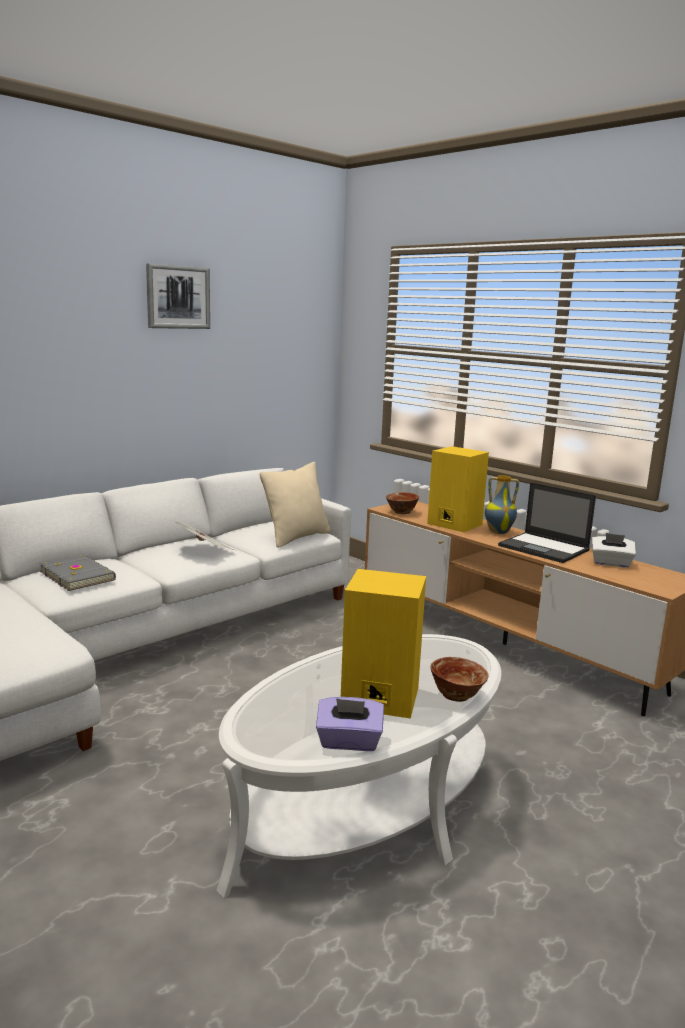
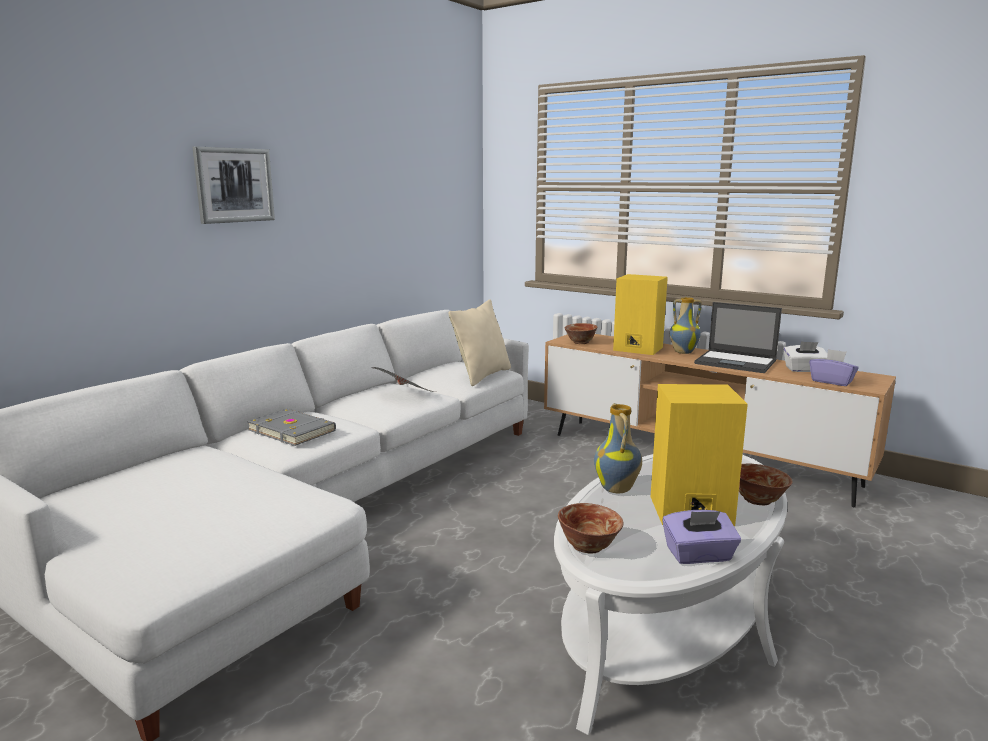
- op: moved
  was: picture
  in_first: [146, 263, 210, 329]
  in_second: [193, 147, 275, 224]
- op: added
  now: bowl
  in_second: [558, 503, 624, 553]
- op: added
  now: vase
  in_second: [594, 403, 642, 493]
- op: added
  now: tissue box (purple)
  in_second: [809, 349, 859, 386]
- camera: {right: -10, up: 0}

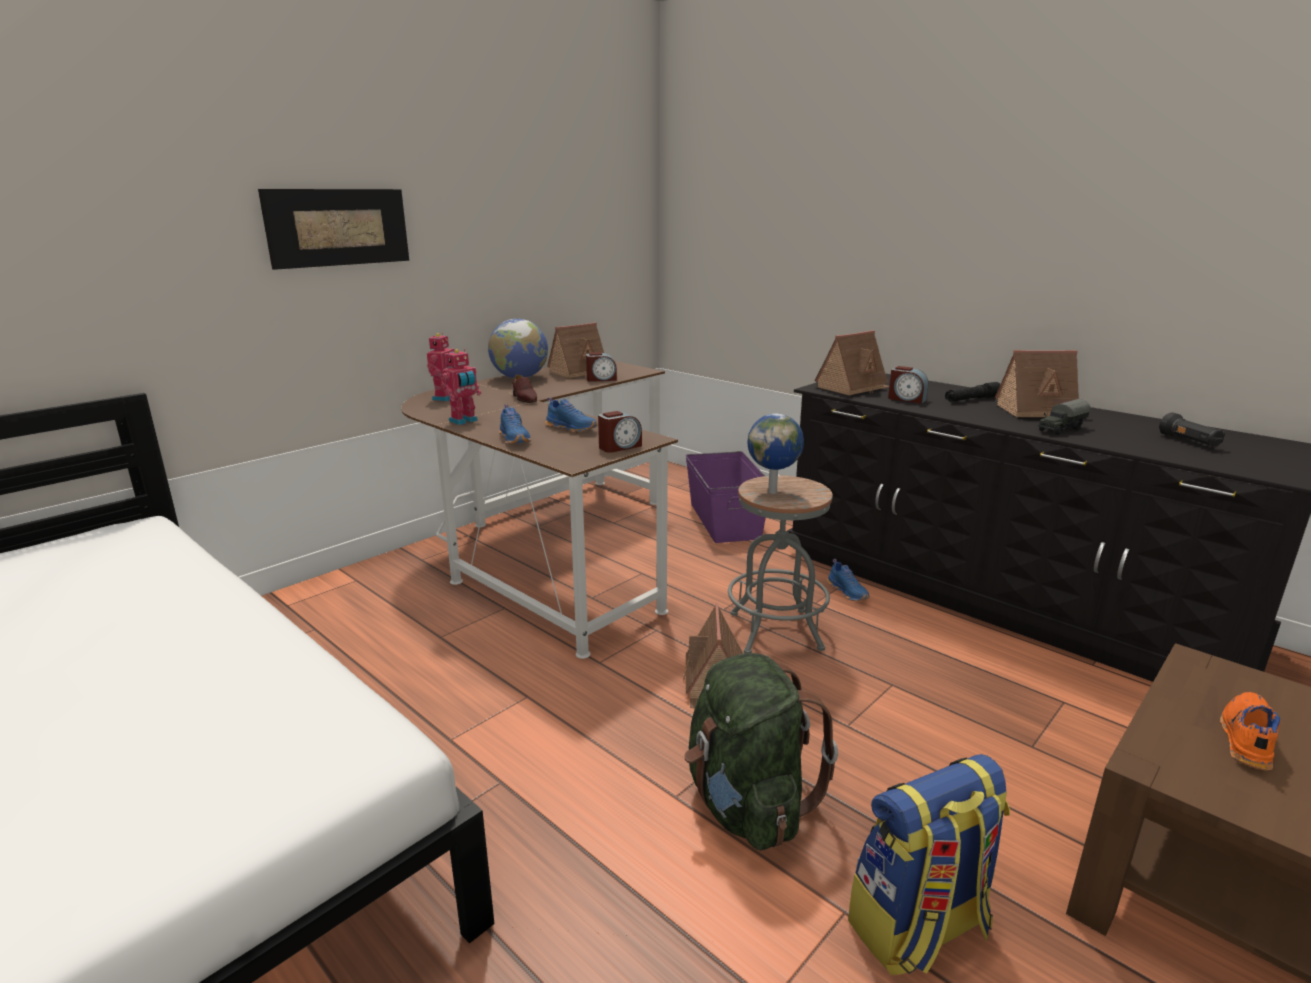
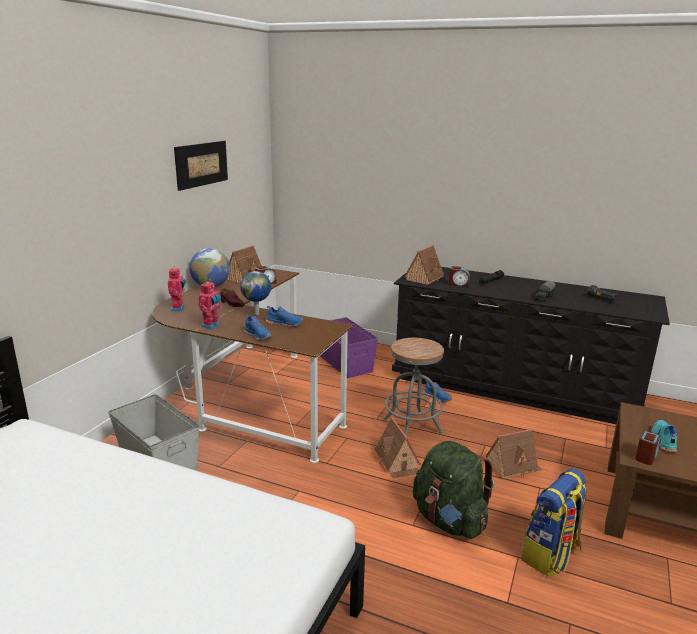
- op: moved
  was: picture
  in_first: [258, 189, 409, 270]
  in_second: [174, 141, 228, 191]
- op: moved
  was: alarm clock
  in_first: [598, 411, 642, 453]
  in_second: [635, 431, 661, 465]
- op: moved
  was: globe
  in_first: [748, 413, 804, 494]
  in_second: [240, 271, 271, 315]
- op: moved
  was: toy house
  in_first: [995, 350, 1087, 418]
  in_second: [485, 429, 542, 478]
- op: recoloured
  was: shoe (orange)
  now: shoe (turquoise)
  in_first: [1220, 692, 1280, 771]
  in_second: [651, 420, 677, 452]
- op: added
  now: storage box (grey)
  in_second: [108, 394, 199, 470]
- camera: {right: -20, up: 0}

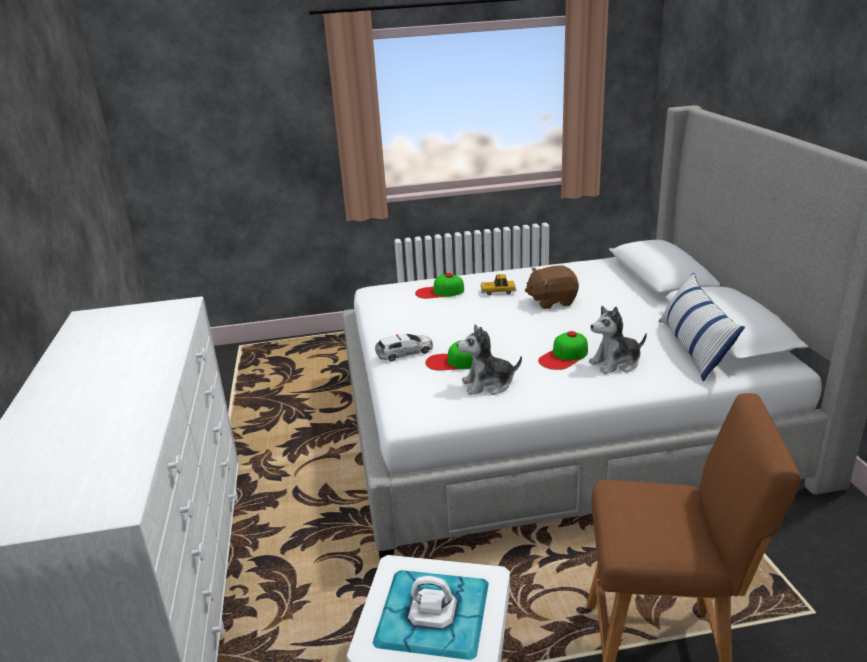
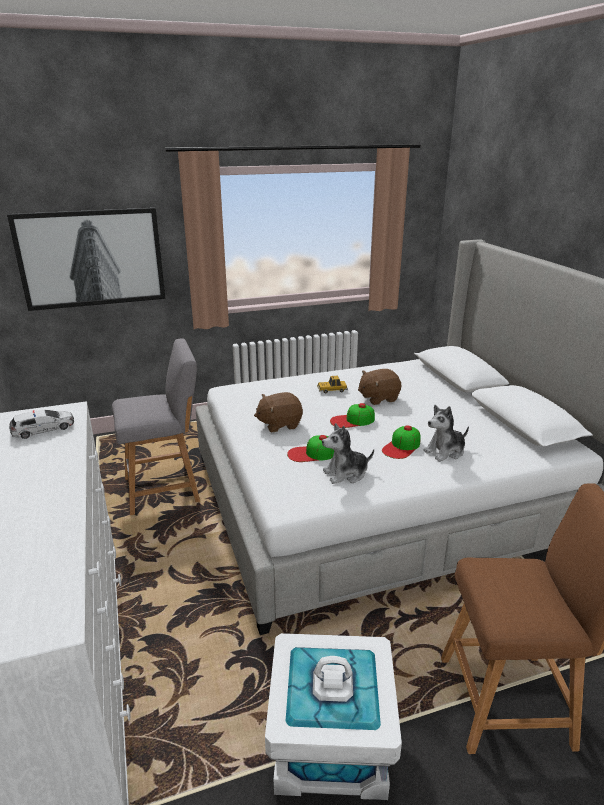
- op: moved
  was: toy car
  in_first: [375, 334, 433, 362]
  in_second: [9, 410, 74, 439]
- op: moved
  was: cap
  in_first: [415, 273, 464, 299]
  in_second: [330, 403, 375, 428]
- op: removed
  was: pillow
  in_first: [659, 273, 745, 381]
- op: added
  now: picture
  in_second: [7, 208, 166, 311]
- op: added
  now: stool (grey)
  in_second: [112, 338, 200, 515]
- op: added
  now: plush toy (brown)
  in_second: [254, 392, 303, 432]
- camera: {right: -10, up: 0}

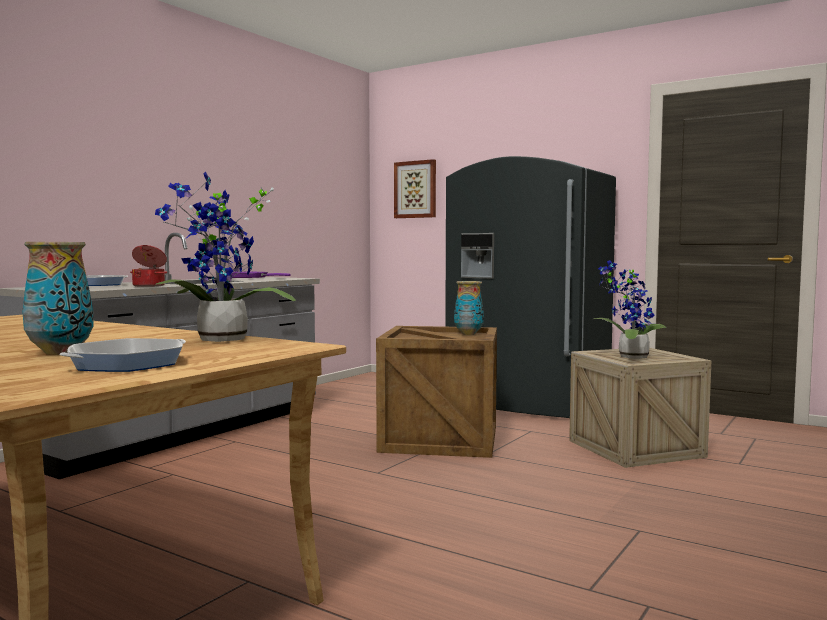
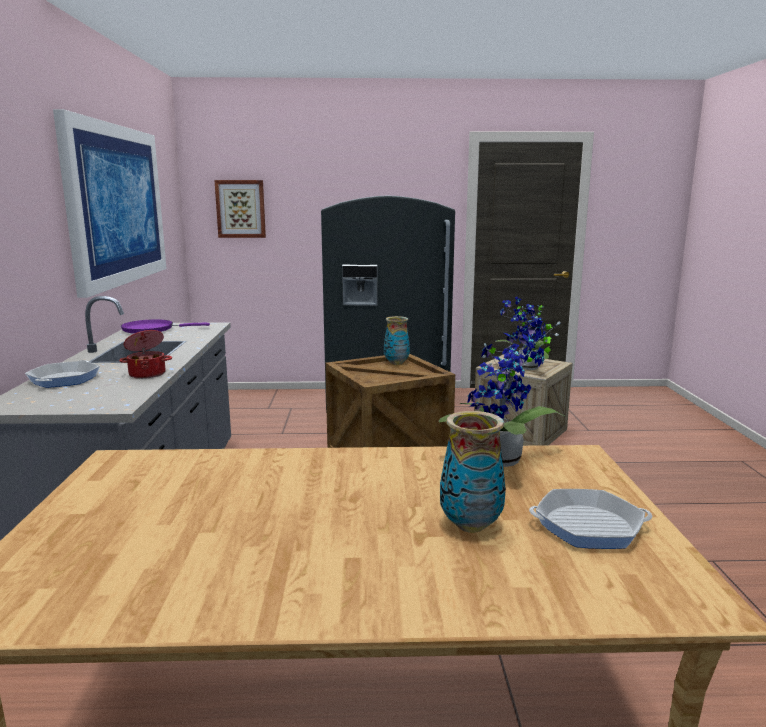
- op: turned
  was: frying pan
  in_first: [59, 338, 186, 372]
  in_second: [529, 489, 652, 549]
  clockwise: 90
- op: added
  now: picture
  in_second: [53, 109, 167, 298]
- camera: {right: -35, up: 10}

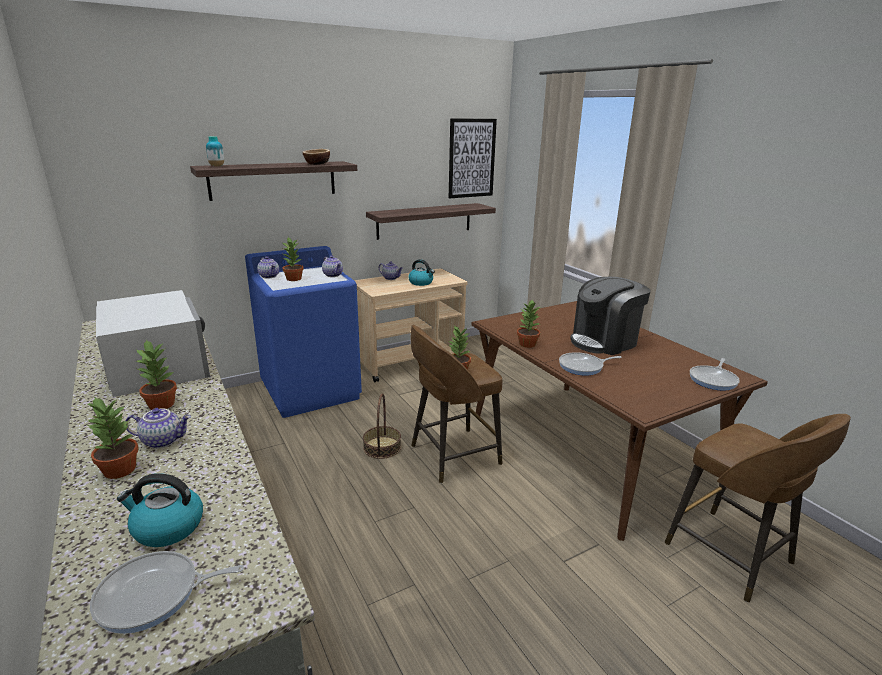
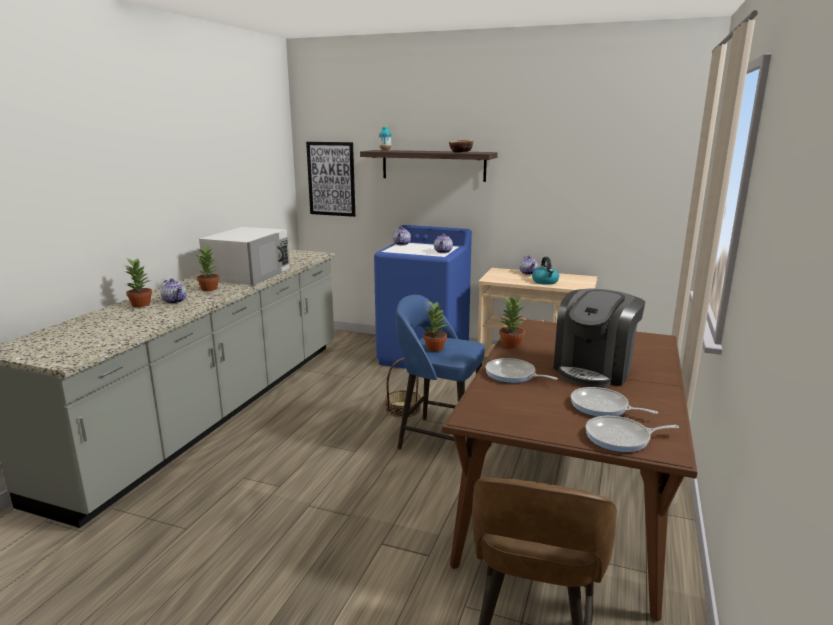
- op: moved
  was: frying pan
  in_first: [90, 551, 244, 634]
  in_second: [571, 387, 658, 417]
- op: removed
  was: kettle
  in_first: [117, 473, 203, 547]
- op: removed
  was: potted plant
  in_first: [282, 237, 304, 281]
- op: removed
  was: shelf
  in_first: [366, 203, 496, 240]
- op: recoloured
  was: stool (brown)
  now: stool (blue)
  in_first: [411, 325, 503, 483]
  in_second: [396, 295, 484, 450]
- op: moved
  was: picture
  in_first: [449, 118, 497, 198]
  in_second: [306, 142, 355, 217]
- op: turned
  was: coffee machine
  in_first: [570, 277, 651, 355]
  in_second: [553, 289, 645, 387]
  clockwise: -75
- camera: {right: 50, up: -5}

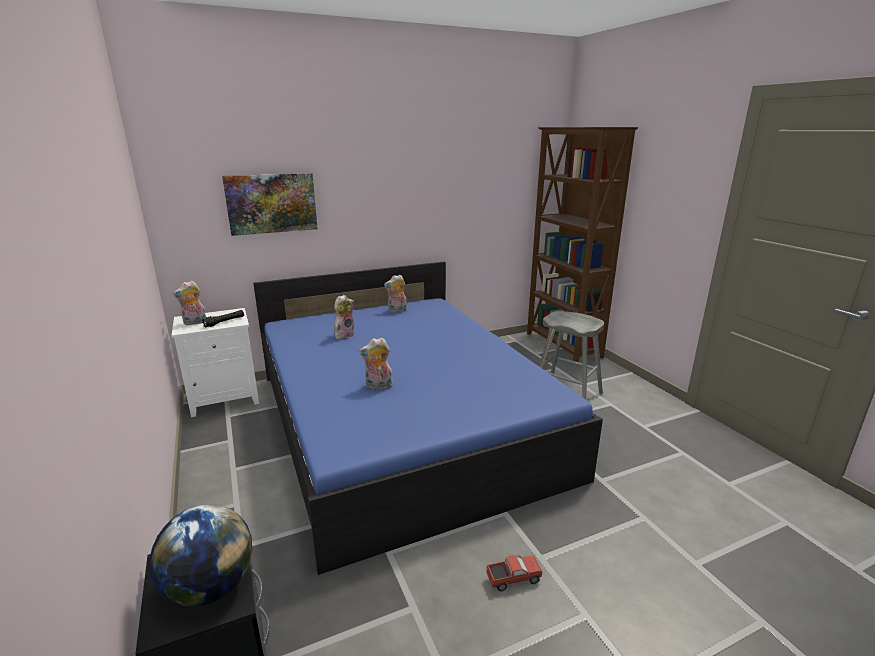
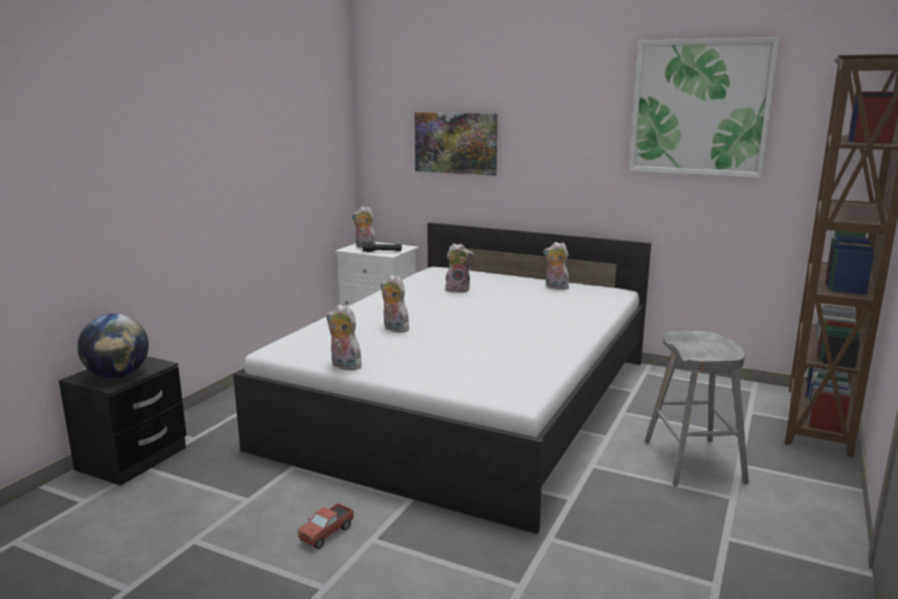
- op: recoloured
  was: bed (blue)
  now: bed (white)
  in_first: [253, 261, 603, 575]
  in_second: [233, 222, 651, 534]
- op: turned
  was: toy truck
  in_first: [486, 555, 542, 591]
  in_second: [298, 503, 354, 549]
  clockwise: 90
- op: added
  now: plush toy
  in_second: [326, 304, 362, 370]
- op: added
  now: picture
  in_second: [629, 37, 780, 178]
- camera: {right: 50, up: -5}

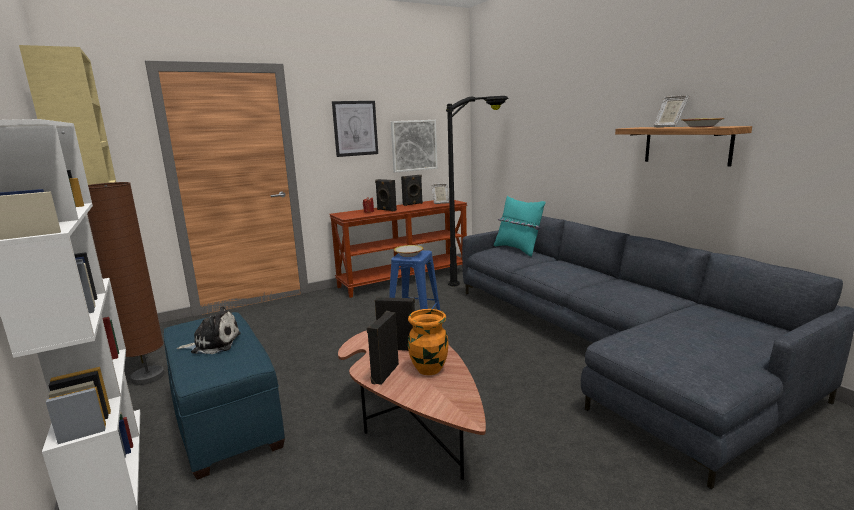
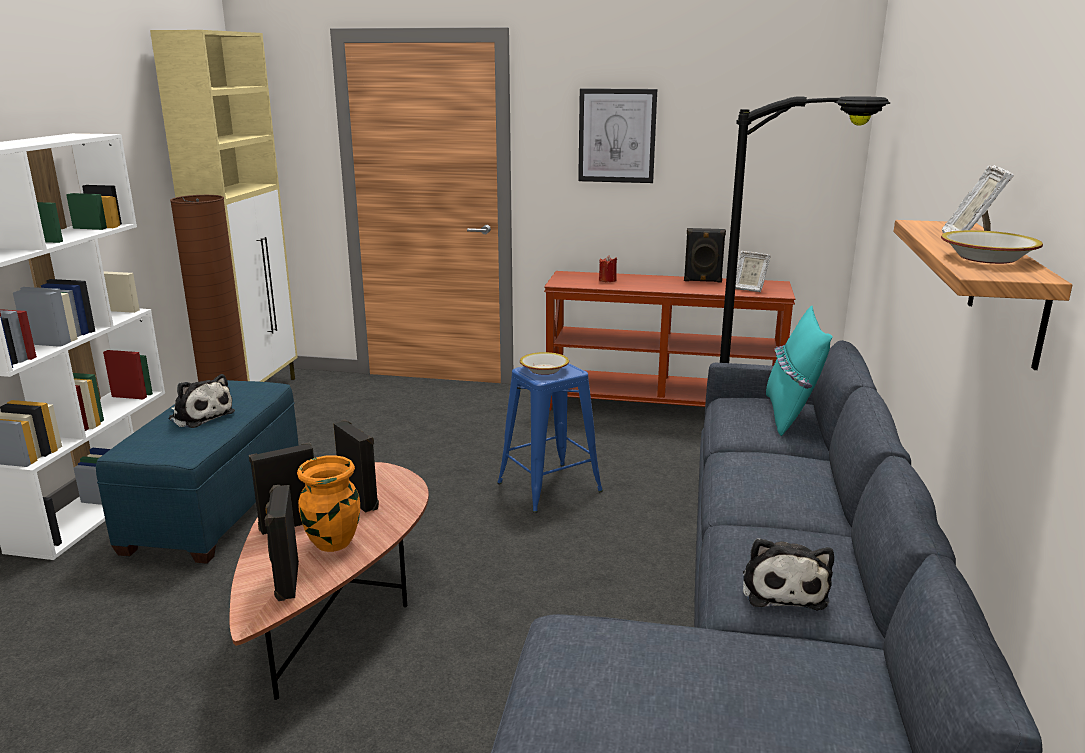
- op: moved
  was: speaker (black)
  in_first: [375, 179, 397, 211]
  in_second: [265, 485, 299, 601]
- op: removed
  was: picture
  in_first: [391, 120, 437, 173]
- op: added
  now: plush toy
  in_second: [743, 538, 834, 610]
- camera: {right: 40, up: 5}

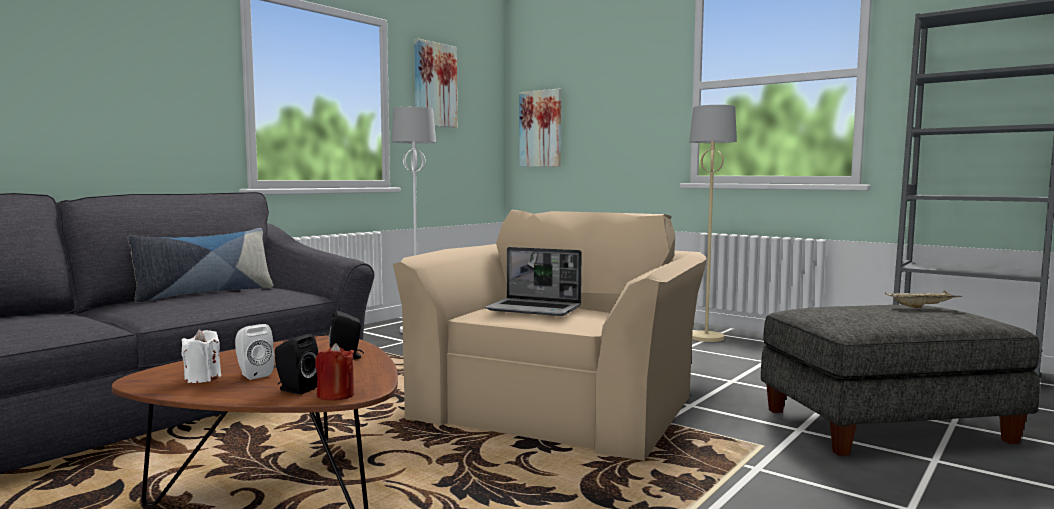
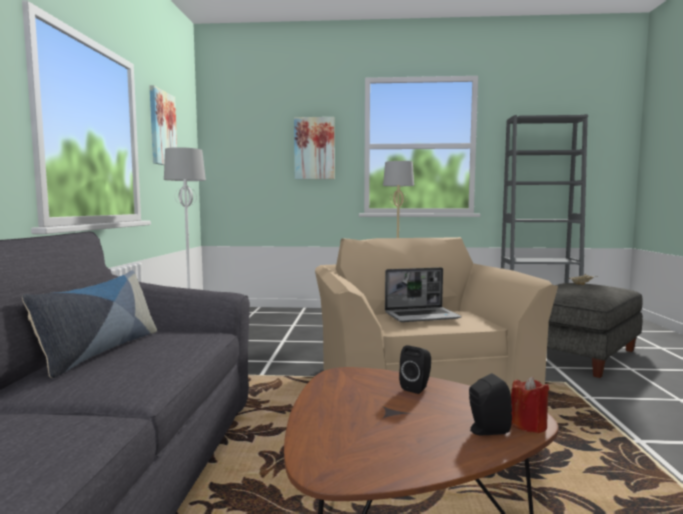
- op: removed
  was: candle (white)
  in_first: [181, 330, 221, 383]
- op: removed
  was: speaker (white)
  in_first: [235, 324, 274, 380]
- op: moved
  was: picture
  in_first: [519, 88, 561, 167]
  in_second: [294, 117, 334, 179]
- camera: {right: -35, up: 0}

